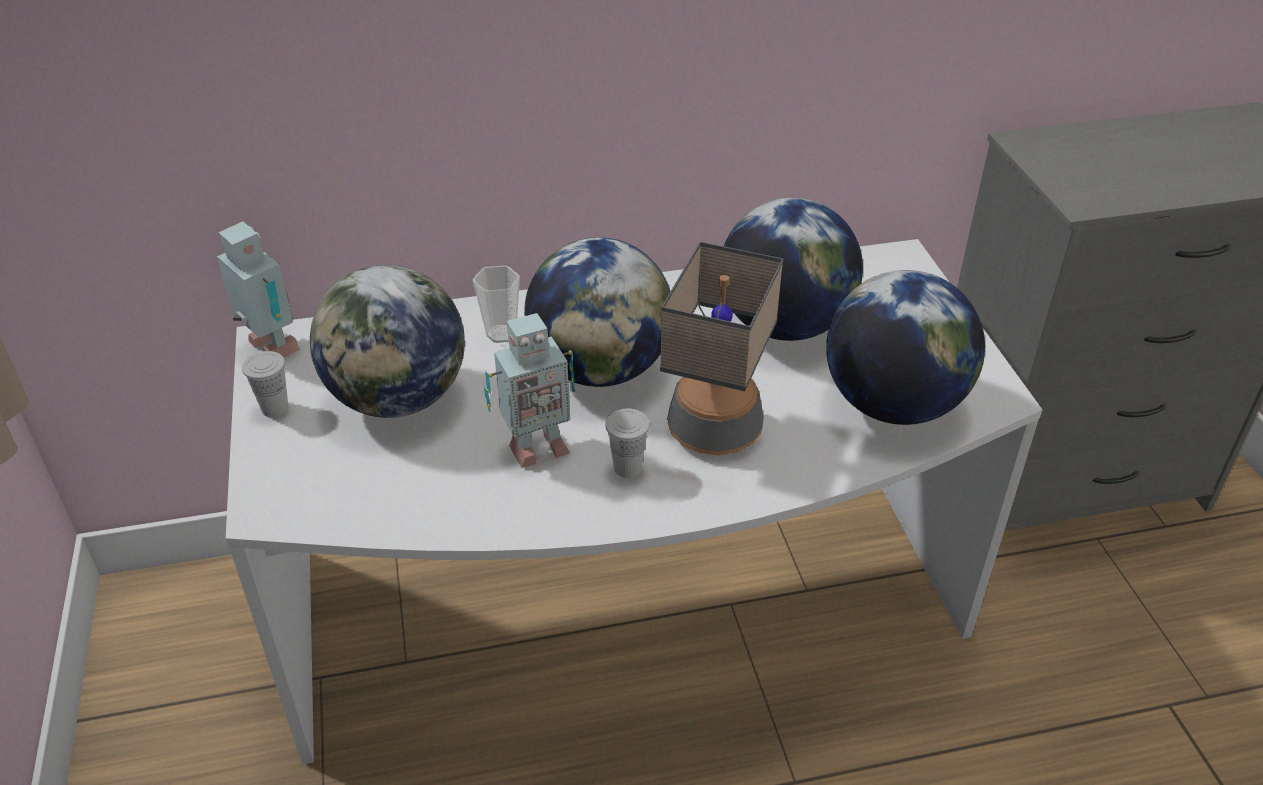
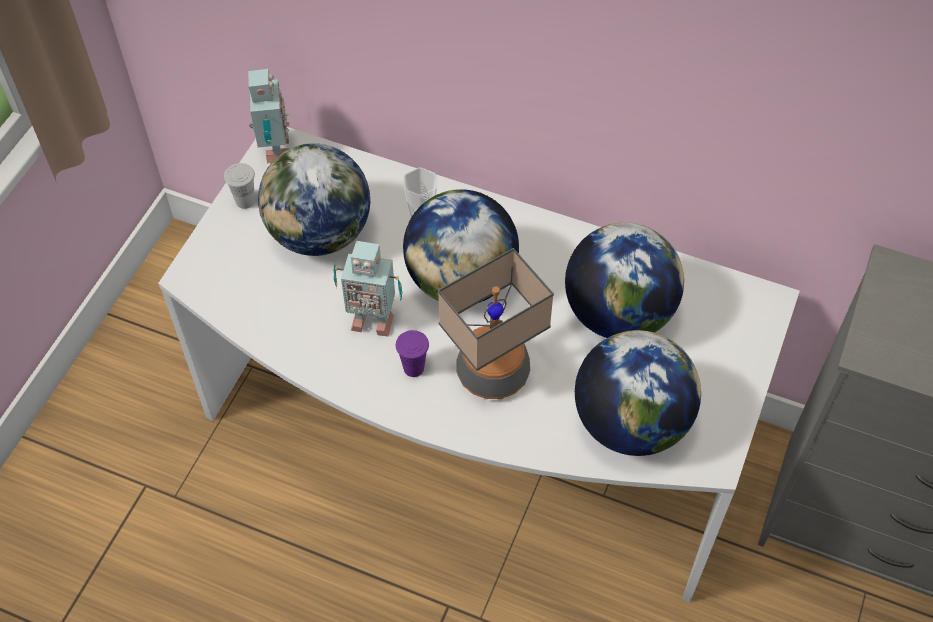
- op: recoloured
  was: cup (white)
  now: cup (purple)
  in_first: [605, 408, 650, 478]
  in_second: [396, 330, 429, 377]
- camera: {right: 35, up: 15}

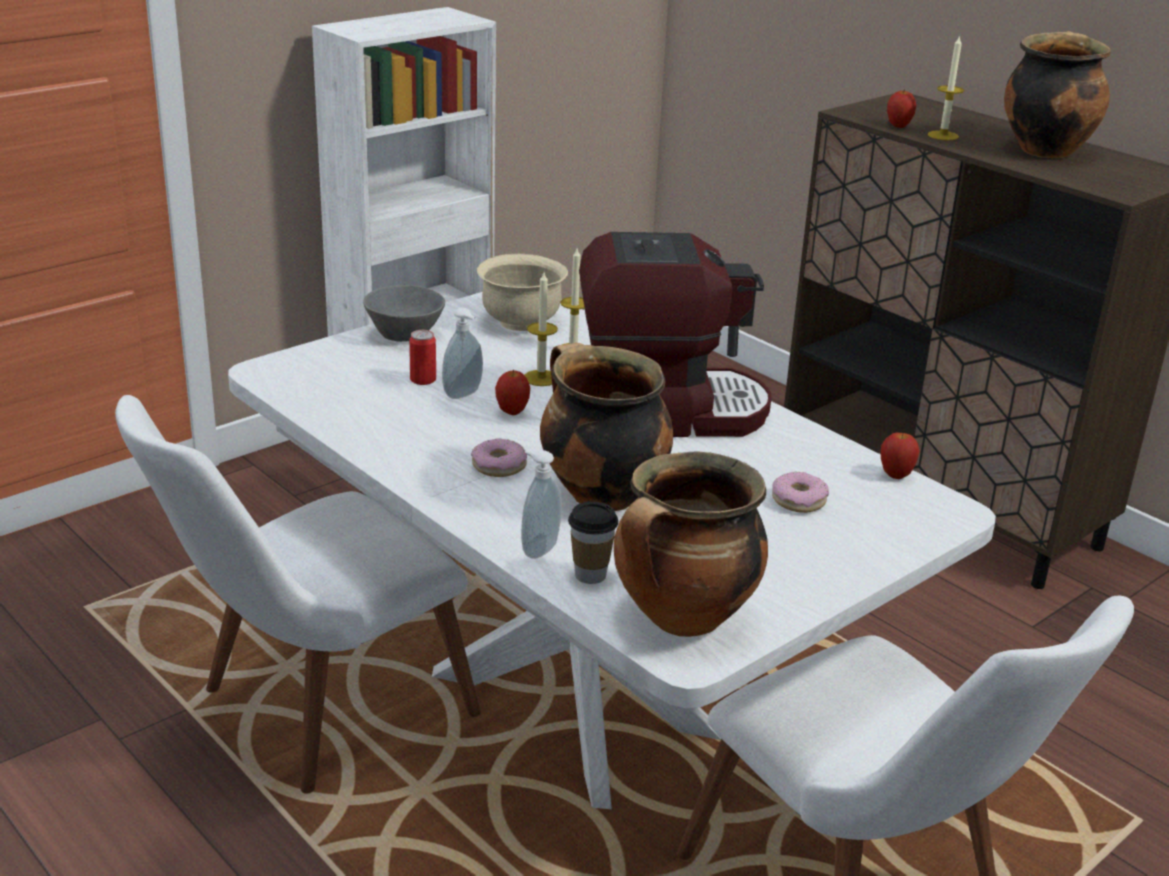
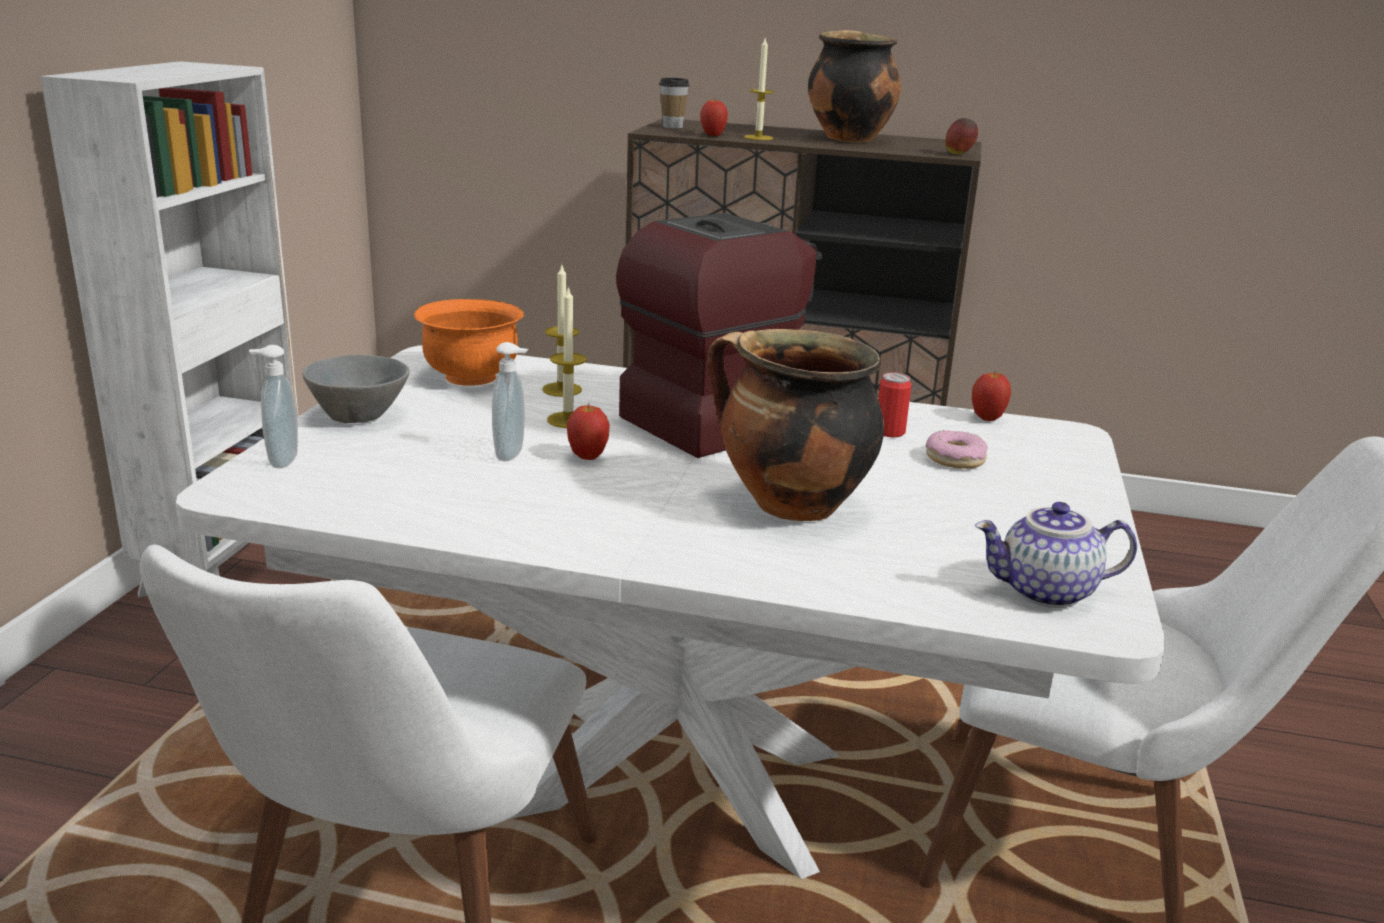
- op: moved
  was: can
  in_first: [409, 330, 436, 385]
  in_second: [878, 372, 911, 437]
- op: removed
  was: donut
  in_first: [471, 438, 527, 477]
- op: recoloured
  was: bowl (beige)
  now: bowl (orange)
  in_first: [477, 254, 568, 331]
  in_second: [414, 299, 524, 386]
- op: moved
  was: soap dispenser
  in_first: [521, 450, 562, 559]
  in_second: [249, 345, 298, 468]
- op: moved
  was: cup
  in_first: [568, 501, 618, 584]
  in_second: [659, 78, 690, 129]
- op: replaced
  was: cooking pot
  now: teapot
  in_first: [614, 452, 768, 637]
  in_second: [975, 502, 1137, 608]
- op: added
  now: apple
  in_second: [945, 118, 978, 154]
- camera: {right: -35, up: -5}

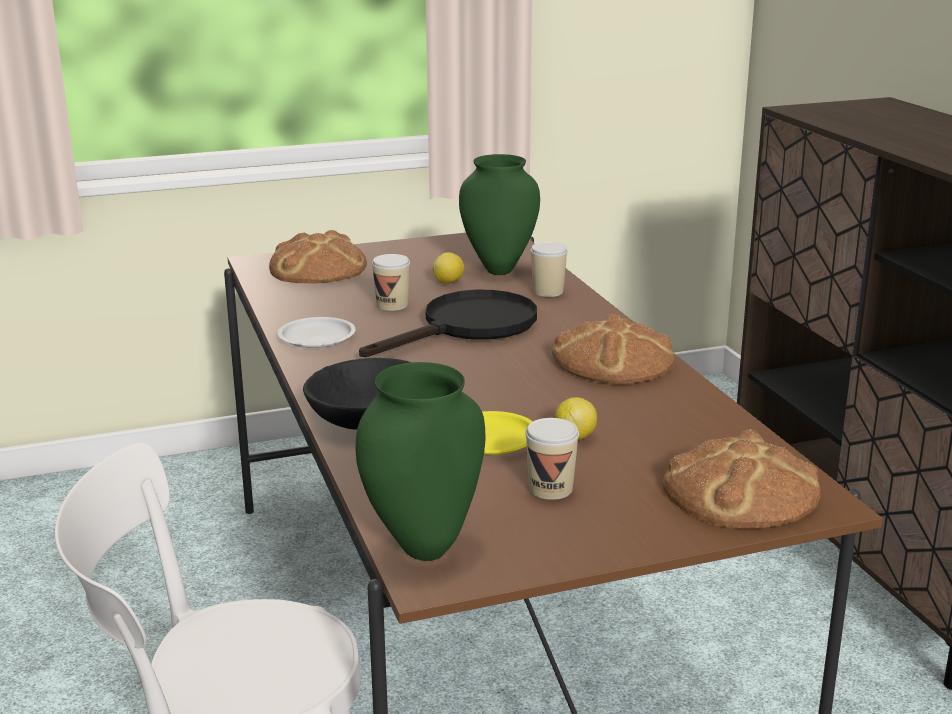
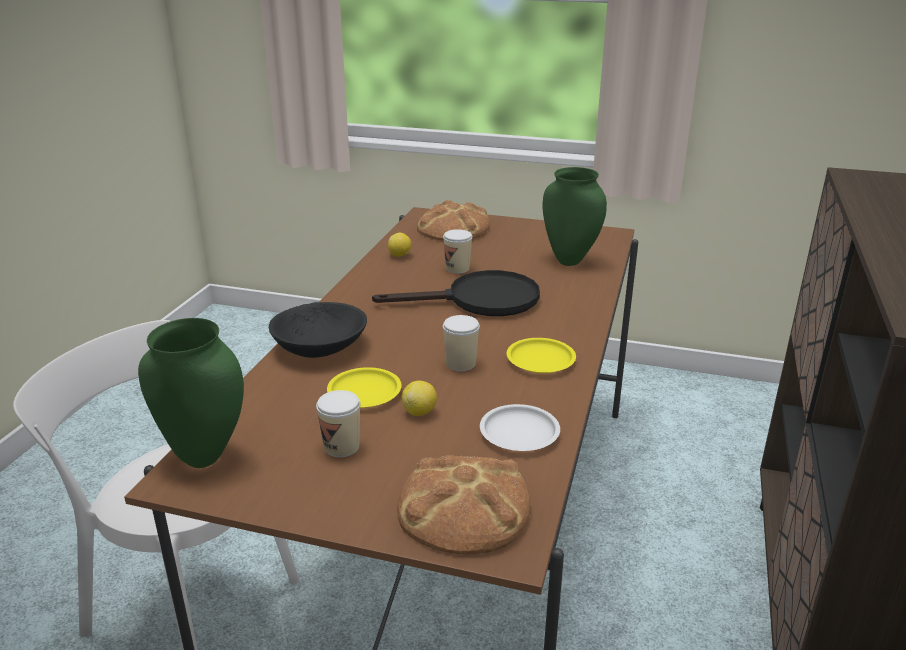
- op: moved
  was: plate (white)
  in_first: [277, 317, 356, 348]
  in_second: [480, 404, 560, 451]
- op: moved
  was: lemon
  in_first: [433, 252, 464, 284]
  in_second: [388, 233, 412, 257]
- op: moved
  was: cup
  in_first: [531, 242, 568, 297]
  in_second: [443, 315, 480, 371]
- op: replaced
  was: bread
  now: plate (yellow)
  in_first: [552, 313, 675, 384]
  in_second: [507, 338, 576, 373]
- camera: {right: 35, up: 5}

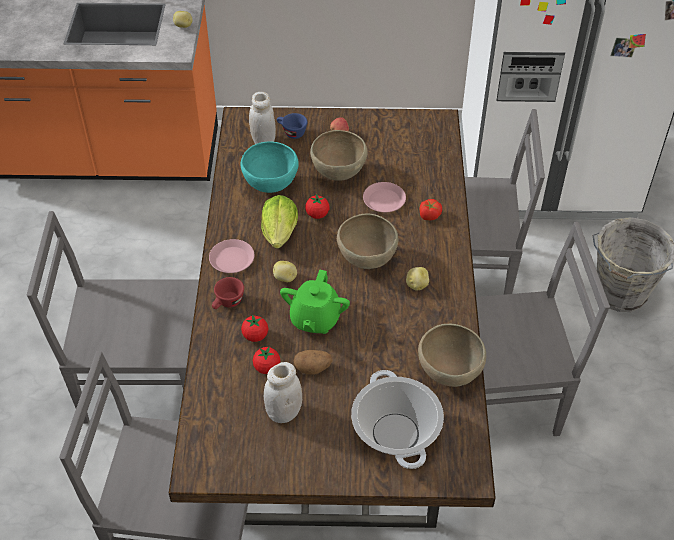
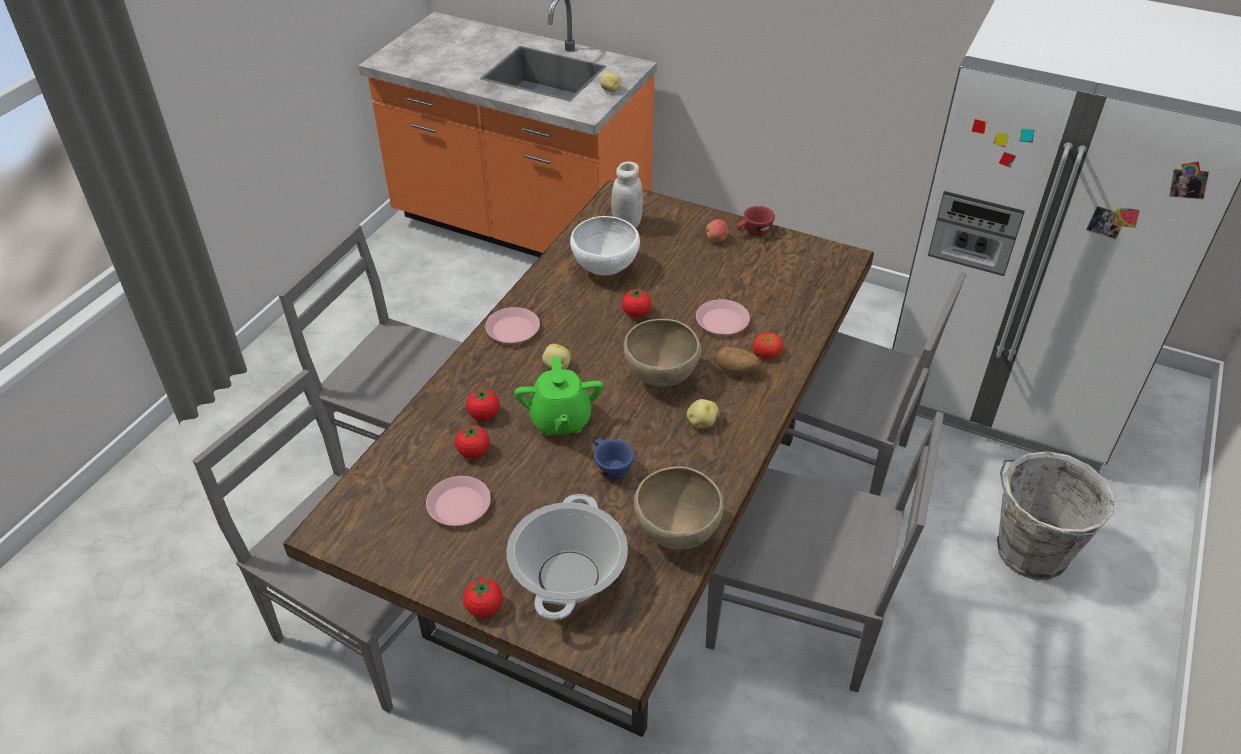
- op: moved
  was: cup (red)
  in_first: [212, 277, 244, 309]
  in_second: [737, 206, 775, 236]
- op: recoloured
  was: bowl (turquoise)
  now: bowl (white)
  in_first: [240, 141, 299, 193]
  in_second: [570, 216, 640, 275]
- op: removed
  was: lettuce
  in_first: [261, 195, 298, 248]
- op: replaced
  was: jar (white)
  now: plate (pink)
  in_first: [264, 362, 302, 423]
  in_second: [426, 476, 491, 526]
- op: moved
  was: cup (blue)
  in_first: [277, 113, 308, 139]
  in_second: [594, 439, 634, 480]
- op: turned
  was: teapot (green)
  in_first: [280, 270, 350, 334]
  in_second: [514, 357, 603, 436]
  clockwise: -45
- op: moved
  was: potato
  in_first: [294, 350, 333, 375]
  in_second: [717, 347, 760, 375]
- op: removed
  was: bowl (brown)
  in_first: [310, 130, 368, 181]
- op: added
  now: tomato
  in_second: [463, 579, 503, 617]
- camera: {right: 25, up: -5}

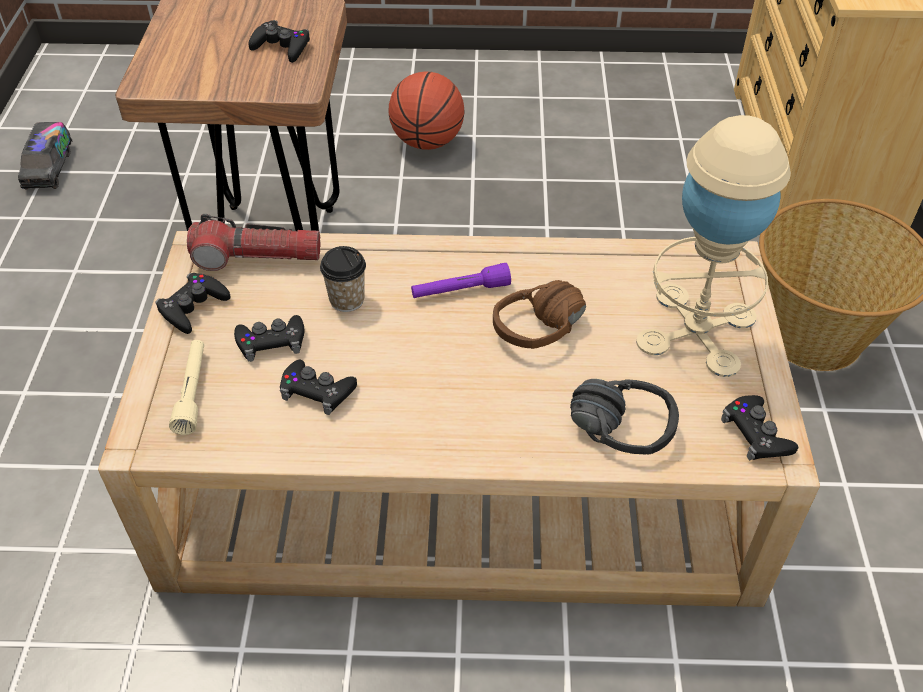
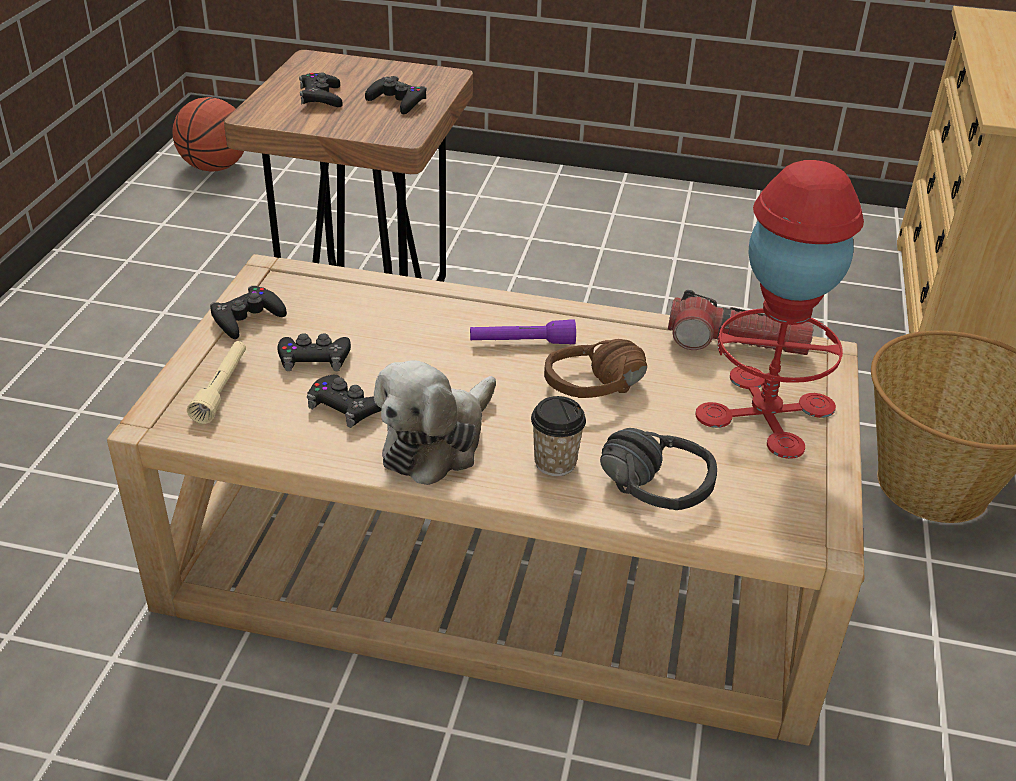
- op: removed
  was: toy truck
  in_first: [18, 122, 72, 189]
- op: moved
  was: flashlight
  in_first: [187, 214, 321, 271]
  in_second: [668, 290, 813, 355]
- op: moved
  was: cup
  in_first: [320, 246, 366, 312]
  in_second: [531, 396, 586, 476]
- op: moved
  was: basketball
  in_first: [389, 72, 465, 150]
  in_second: [172, 97, 244, 172]
- op: recoloured
  was: table lamp (beige)
  now: table lamp (red)
  in_first: [636, 115, 791, 377]
  in_second: [695, 160, 864, 459]
- op: moved
  was: game controller (black)
  in_first: [721, 395, 798, 460]
  in_second: [299, 72, 342, 107]
- op: added
  now: plush toy
  in_second: [374, 361, 496, 485]
- camera: {right: 10, up: -10}

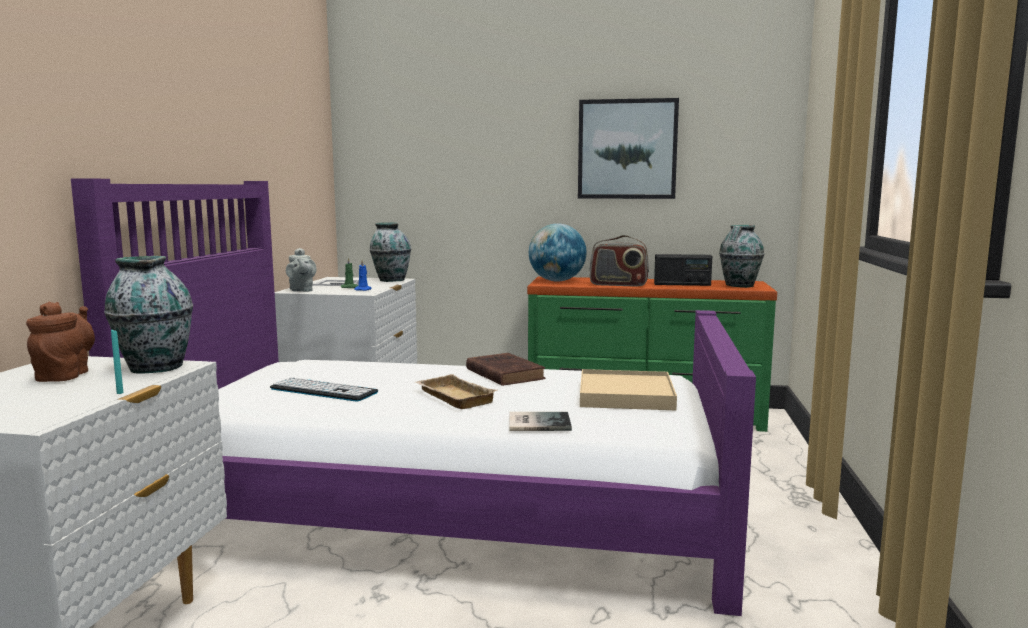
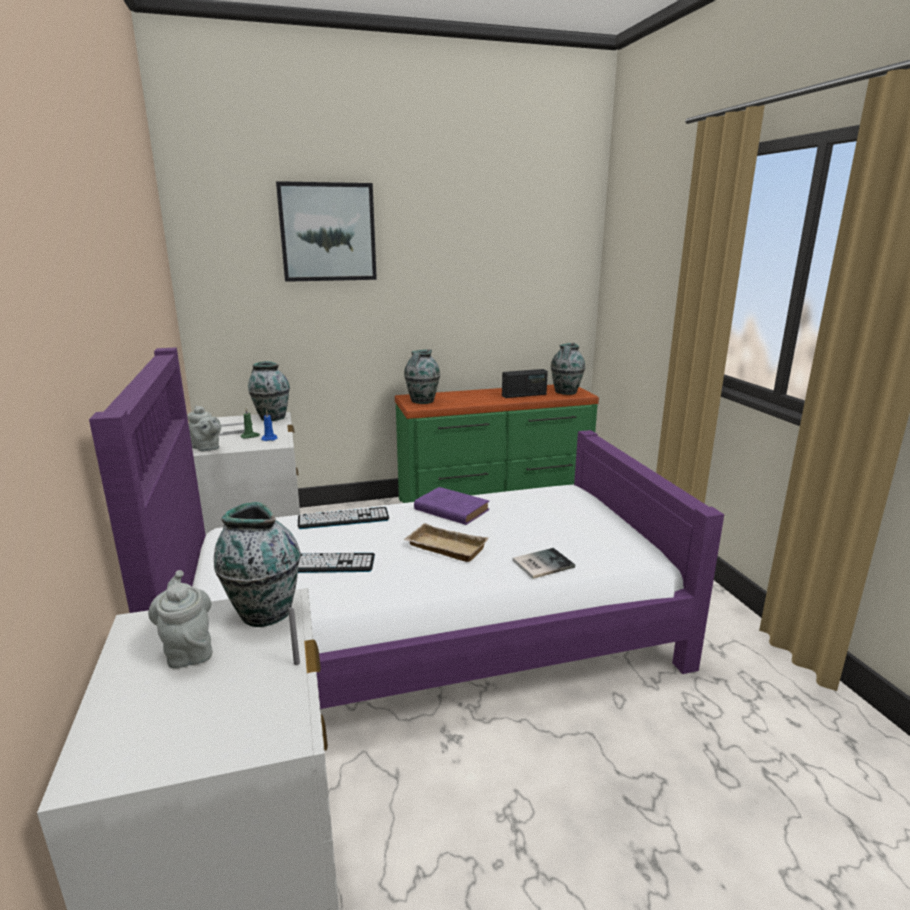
- op: recoloured
  was: teapot (brown)
  now: teapot (grey)
  in_first: [26, 302, 95, 382]
  in_second: [148, 570, 212, 669]
- op: recoloured
  was: candle (turquoise)
  now: candle (grey)
  in_first: [111, 330, 123, 394]
  in_second: [288, 608, 300, 665]
- op: recoloured
  was: book (brown)
  now: book (purple)
  in_first: [466, 353, 545, 386]
  in_second: [414, 487, 489, 525]
- op: replaced
  was: globe
  now: vase
  in_first: [529, 223, 587, 282]
  in_second: [404, 349, 440, 404]
- op: moved
  was: picture
  in_first: [578, 98, 679, 199]
  in_second: [276, 181, 377, 282]
- op: removed
  was: tray (beige)
  in_first: [580, 369, 677, 410]
- op: removed
  was: radio
  in_first: [590, 235, 649, 287]
- op: added
  now: keyboard
  in_second: [298, 507, 389, 529]
- camera: {right: -25, up: 10}

